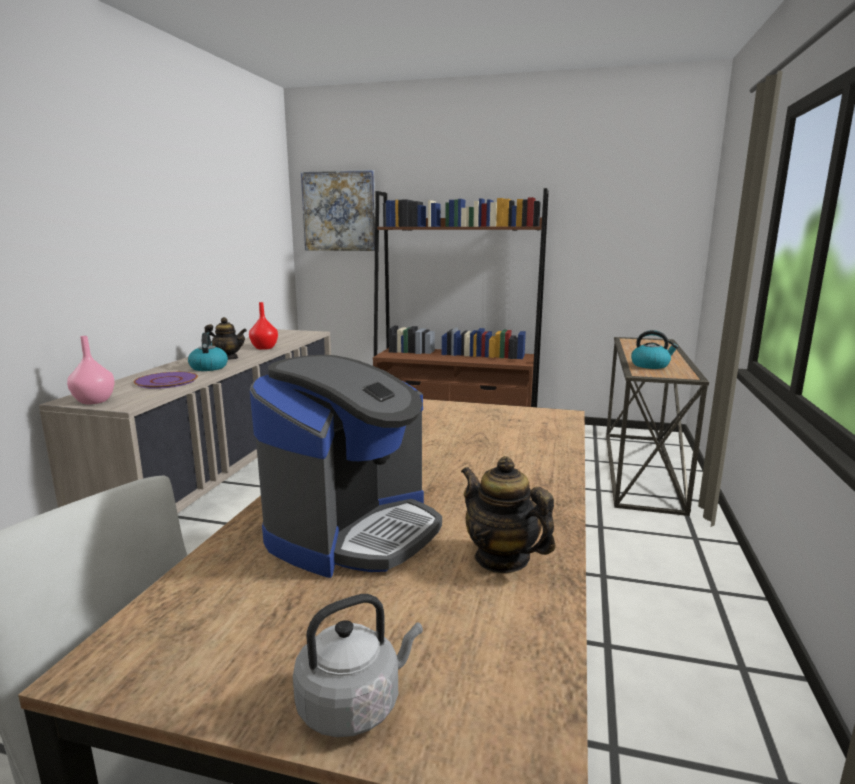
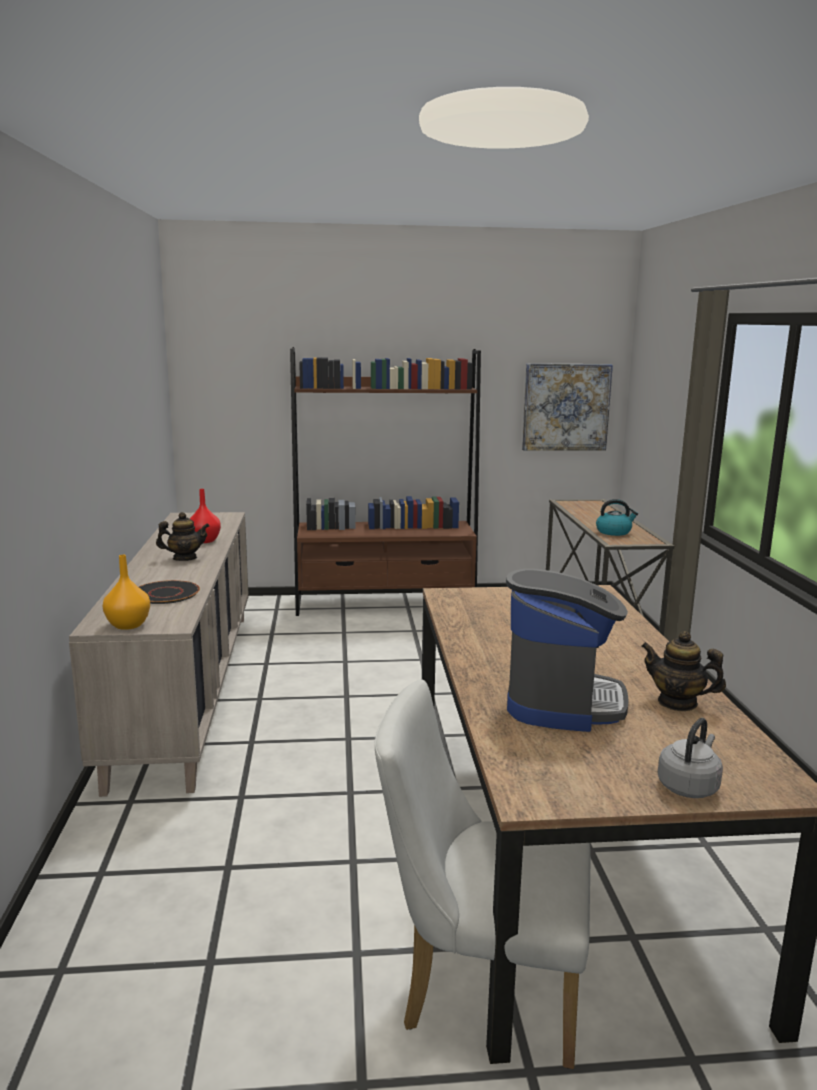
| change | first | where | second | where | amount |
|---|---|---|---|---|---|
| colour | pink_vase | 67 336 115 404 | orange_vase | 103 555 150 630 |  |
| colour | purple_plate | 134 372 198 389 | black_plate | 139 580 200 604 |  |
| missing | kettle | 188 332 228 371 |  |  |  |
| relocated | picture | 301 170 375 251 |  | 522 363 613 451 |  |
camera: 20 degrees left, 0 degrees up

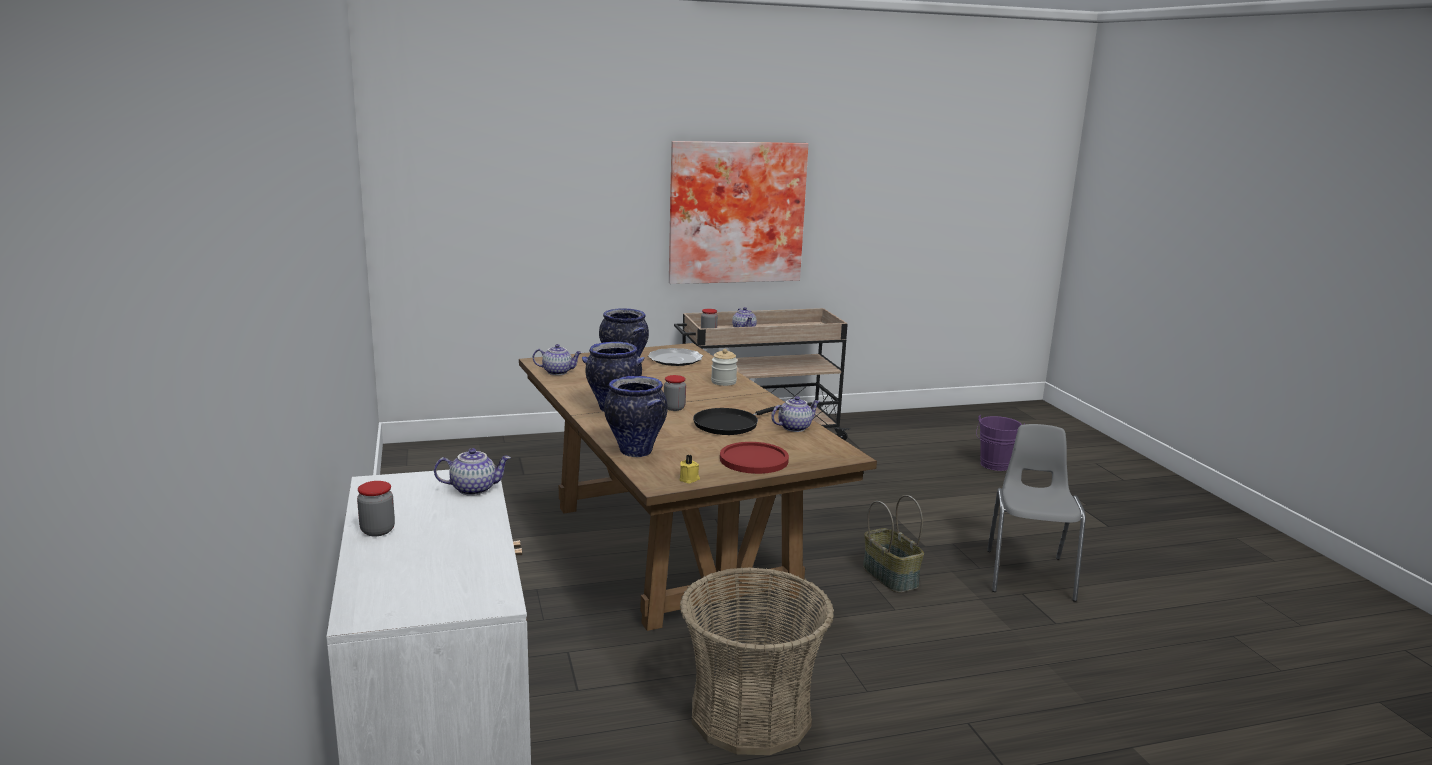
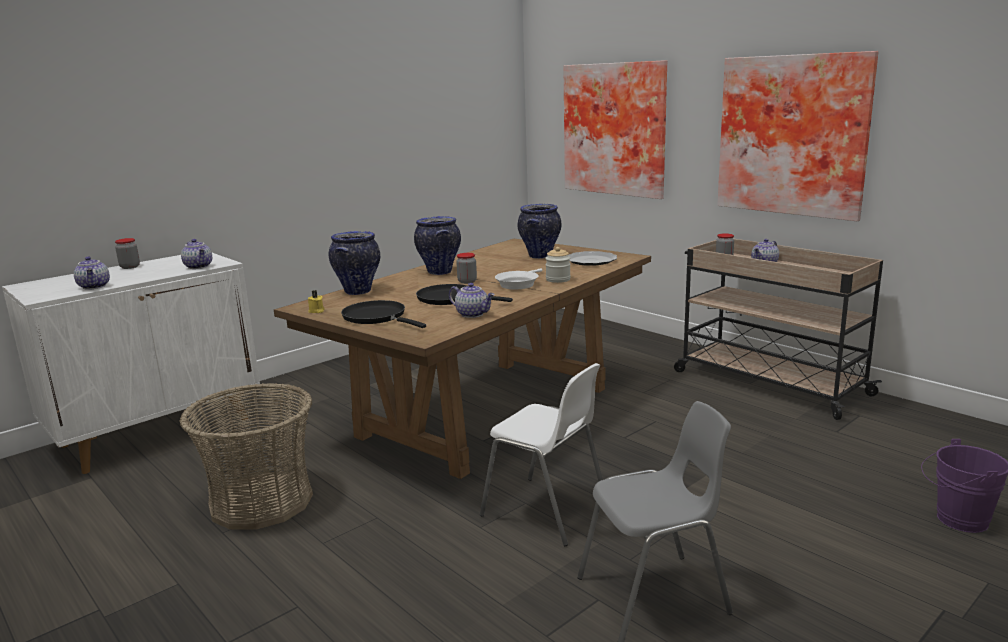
| change | first | where | second | where | amount |
|---|---|---|---|---|---|
| relocated | teapot | 533 344 582 375 |  | 74 256 110 290 |  |
| exchanged | red_plate | 720 442 789 474 | black_frying_pan | 341 300 426 328 |  |
| exchanged | basket | 863 495 924 593 | white_chair | 480 363 603 546 |  |
| appeared |  |  | white_frying_pan | 495 268 543 289 |  |
| appeared |  |  | picture | 563 60 667 199 |  |
camera: 65 degrees right, 0 degrees up

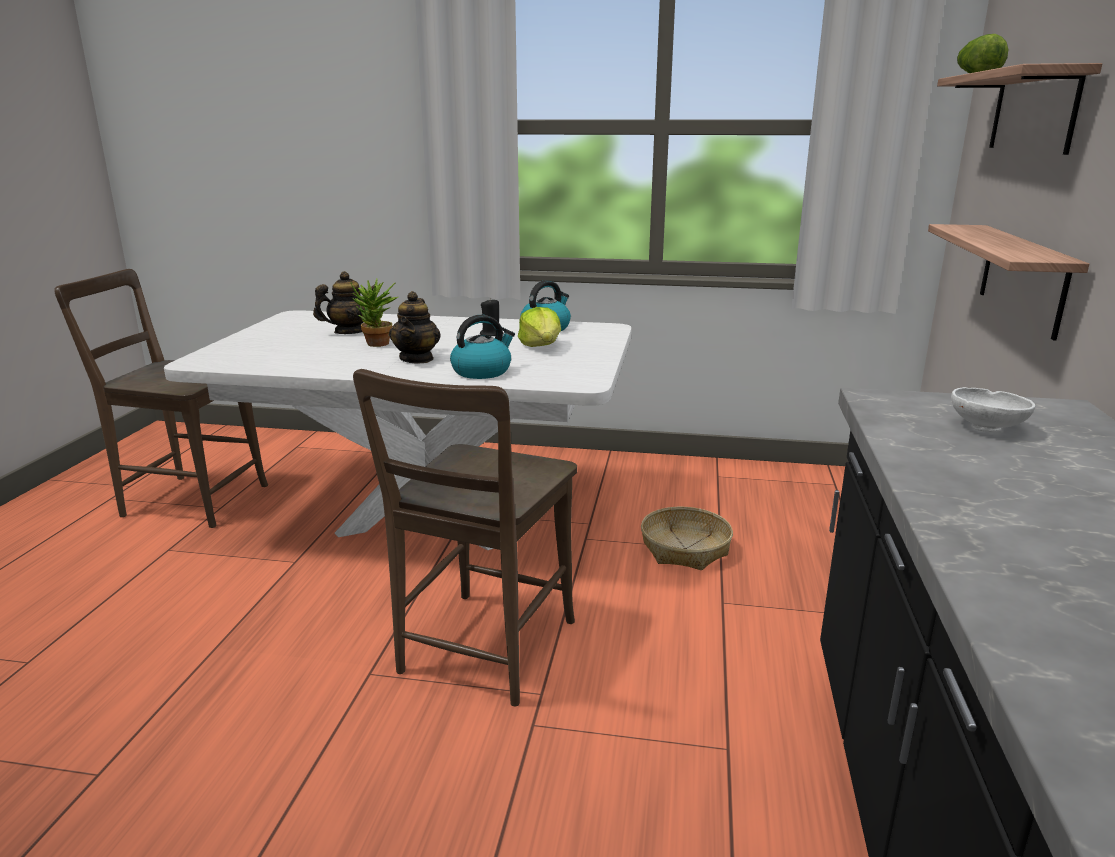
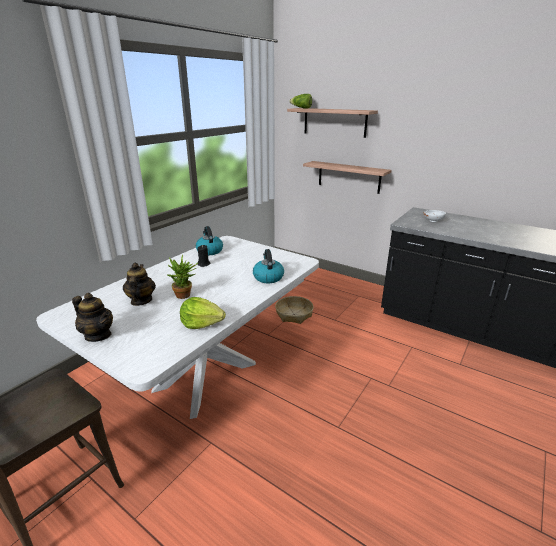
| change | first | where | second | where | amount |
|---|---|---|---|---|---|
| missing | brown_chair | 353 369 577 706 |  |  |  |
| relocated | teapot | 389 291 441 364 |  | 72 293 113 342 |  |
| relocated | lettuce | 518 307 561 347 |  | 180 297 226 329 |  |
camera: 65 degrees left, 5 degrees up

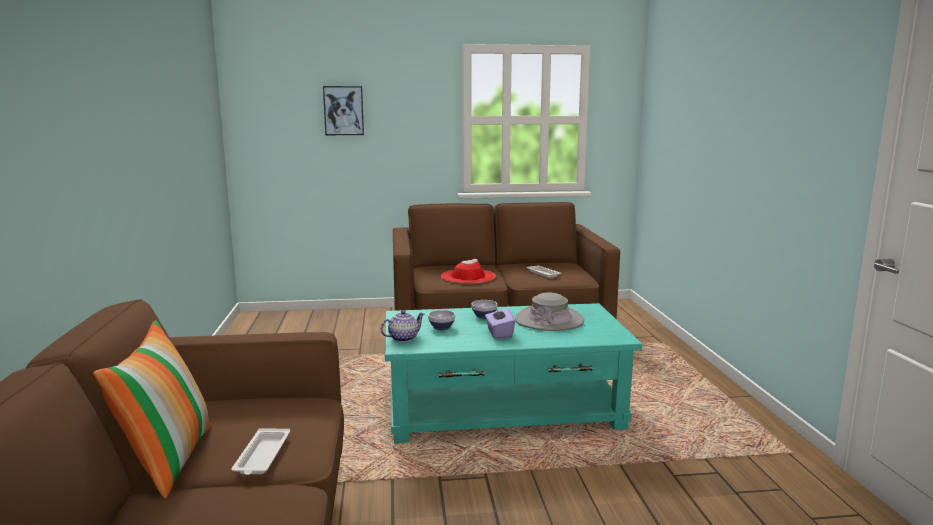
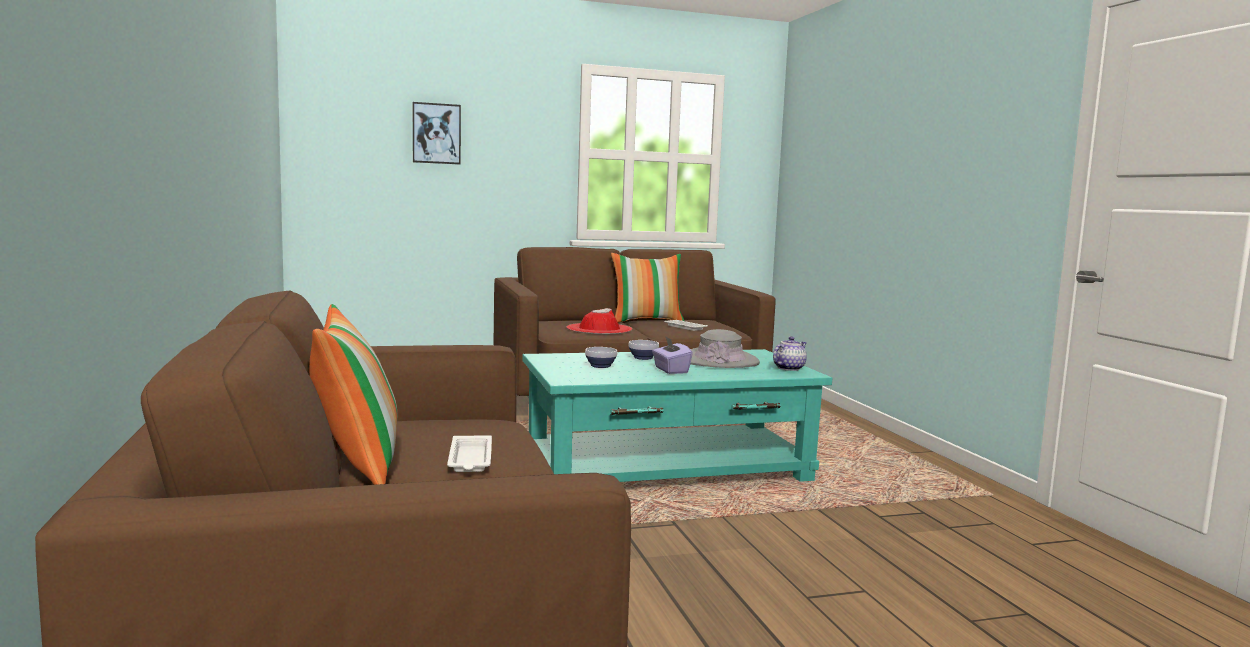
| change | first | where | second | where | amount |
|---|---|---|---|---|---|
| relocated | teapot | 381 310 425 342 |  | 773 336 807 371 |  |
| appeared |  |  | pillow | 611 253 684 322 |  |
camera: 10 degrees left, 5 degrees down

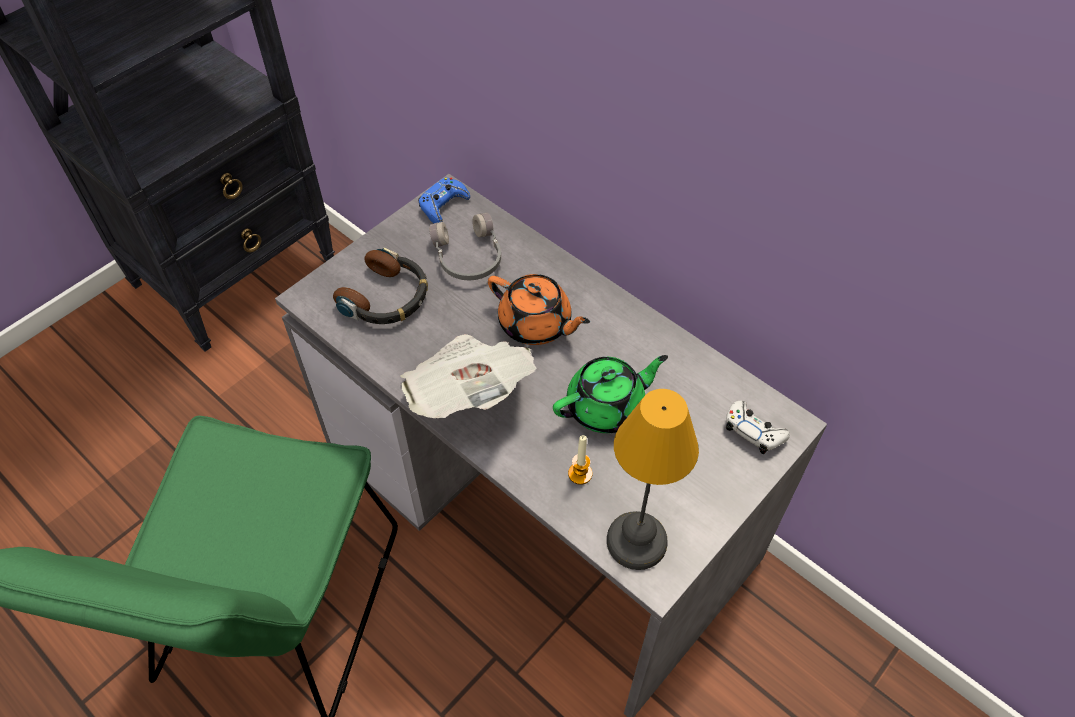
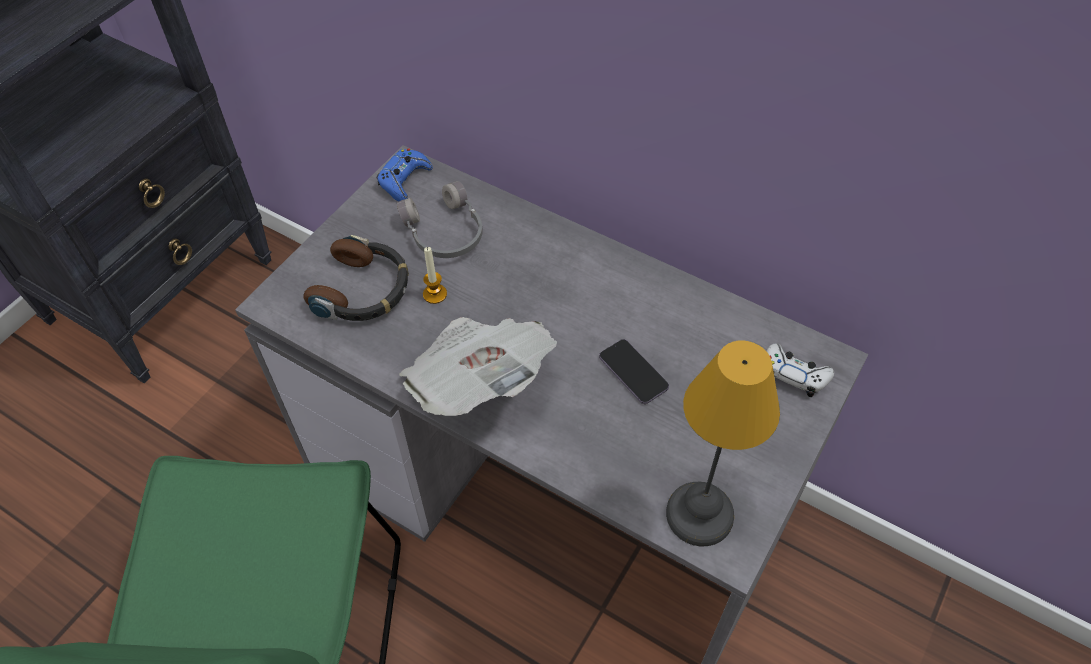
| change | first | where | second | where | amount |
|---|---|---|---|---|---|
| missing | orange_teapot | 488 274 590 345 |  |  |  |
| exchanged | green_teapot | 553 355 668 433 | phone | 599 339 669 404 |  |
| relocated | candle | 568 435 592 485 |  | 423 247 447 304 |  |
camera: 10 degrees left, 0 degrees up

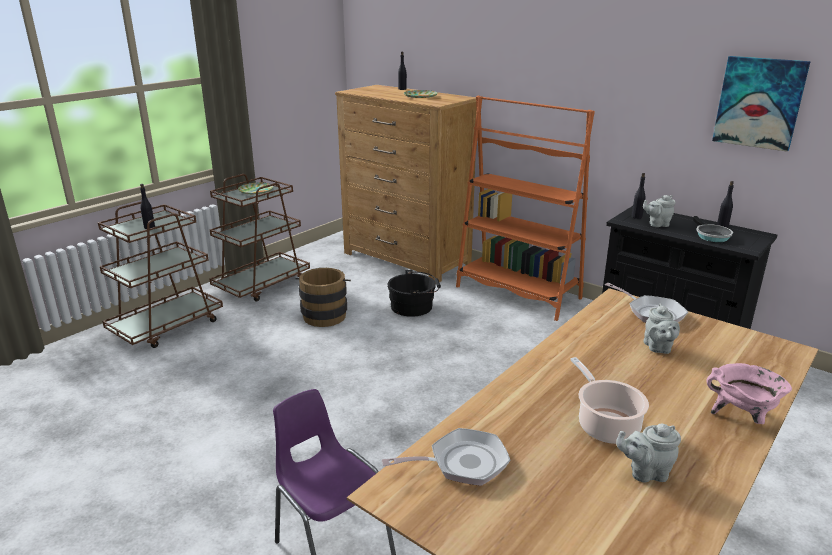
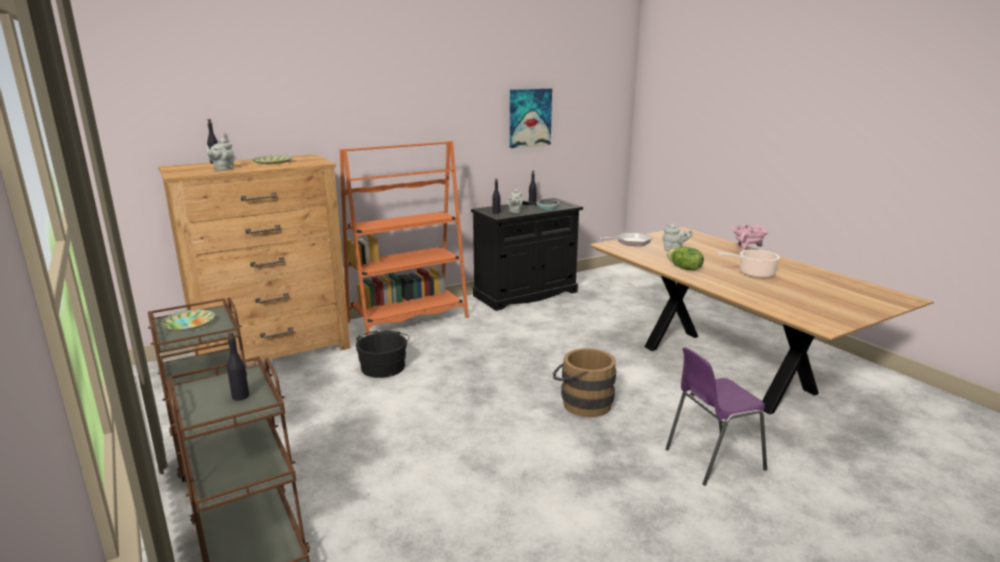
| change | first | where | second | where | amount |
|---|---|---|---|---|---|
| relocated | brown_bucket | 296 268 351 327 |  | 553 348 616 417 |  |
| missing | frying_pan | 382 428 511 486 |  |  |  |
| relocated | grey_teapot | 616 424 681 482 |  | 206 138 234 171 |  |
| appeared |  |  | lettuce | 667 246 704 270 |  |
camera: 70 degrees left, 5 degrees down

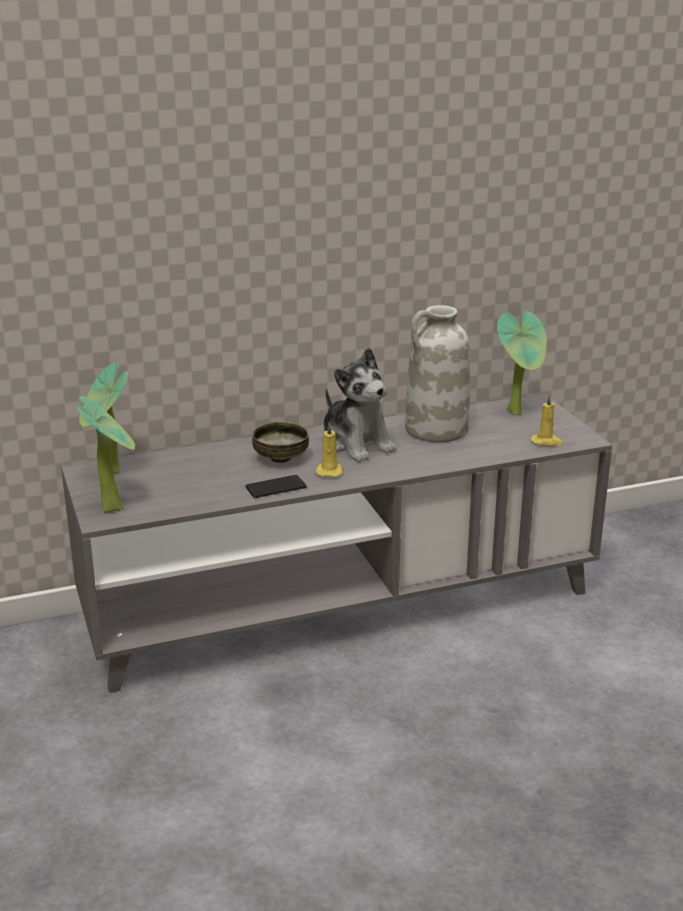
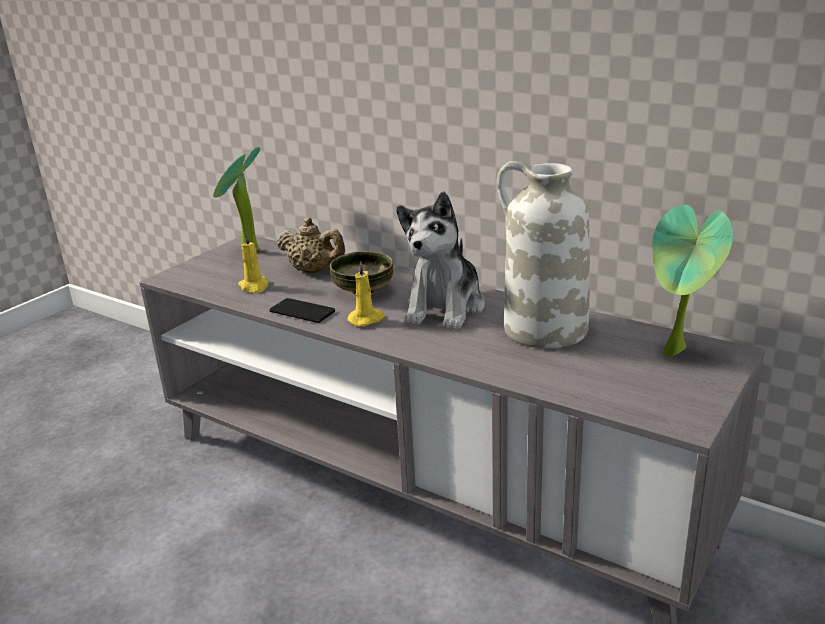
| change | first | where | second | where | amount |
|---|---|---|---|---|---|
| missing | potted_plant | 78 396 135 512 |  |  |  |
| relocated | yellow_candle | 531 394 563 446 |  | 238 232 268 293 |  |
| appeared |  |  | beige_teapot | 276 217 345 273 |  |
camera: 55 degrees right, 0 degrees up

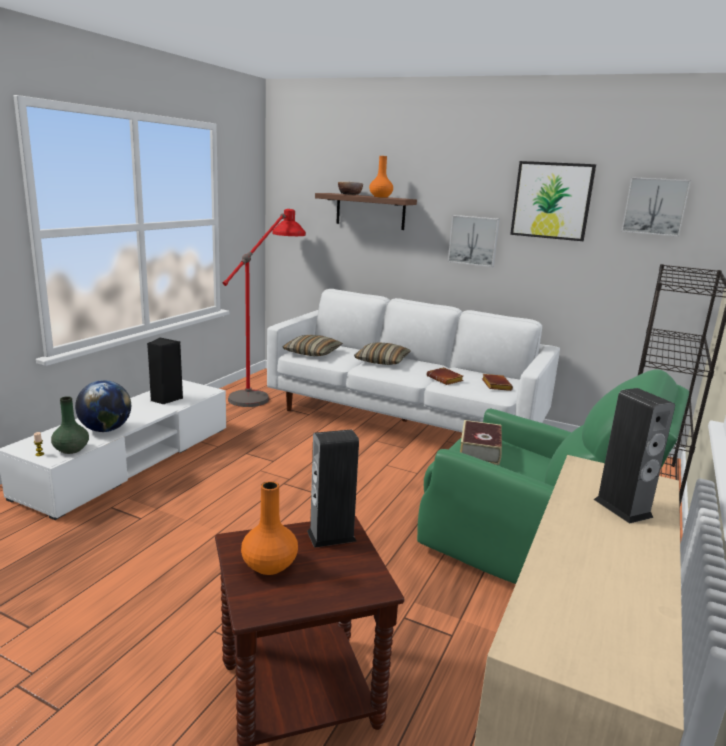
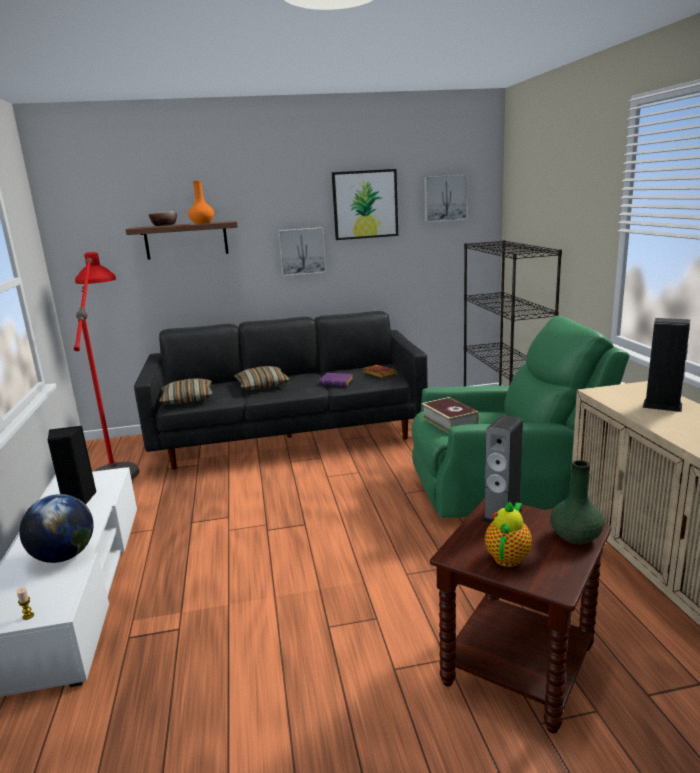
| change | first | where | second | where | amount |
|---|---|---|---|---|---|
| relocated | green_vase | 51 396 89 454 |  | 550 460 604 545 |  |
| exchanged | orange_vase | 241 481 298 575 | teapot | 485 501 532 567 |  |
| colour | white_sofa | 267 289 560 432 | black_sofa | 134 311 428 470 |  |
| colour | brown_book | 427 367 463 385 | purple_book | 319 373 353 386 |  |
camera: 35 degrees left, 0 degrees up

